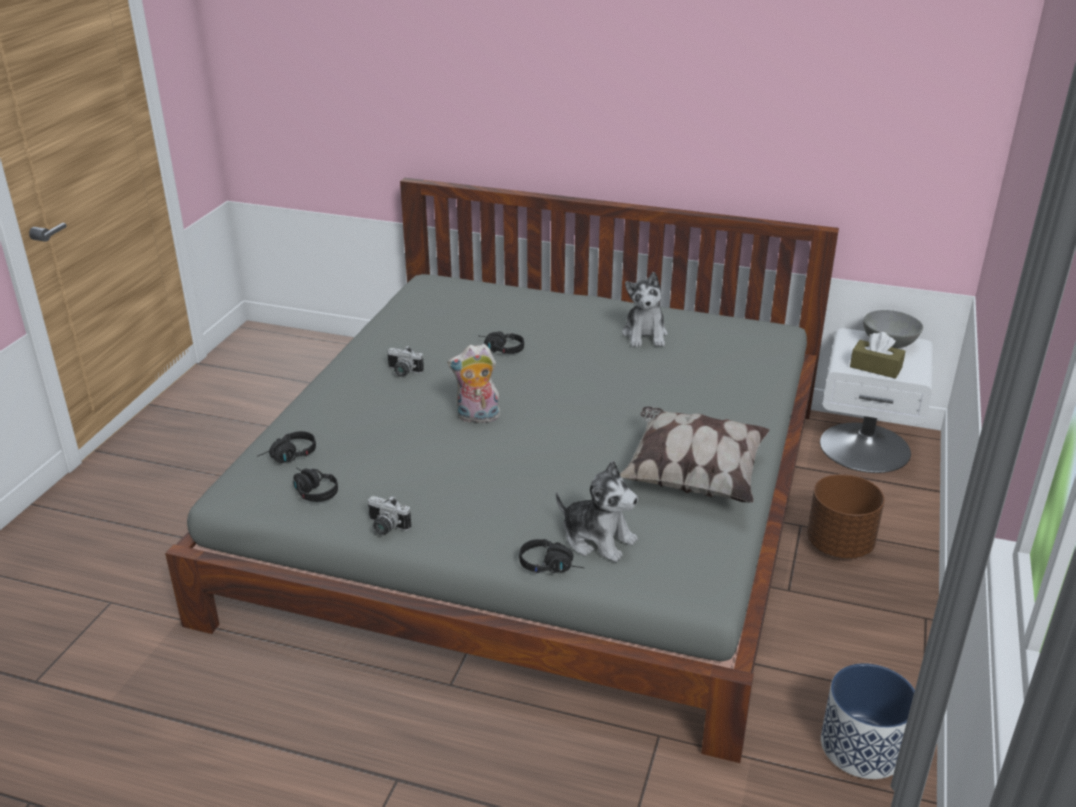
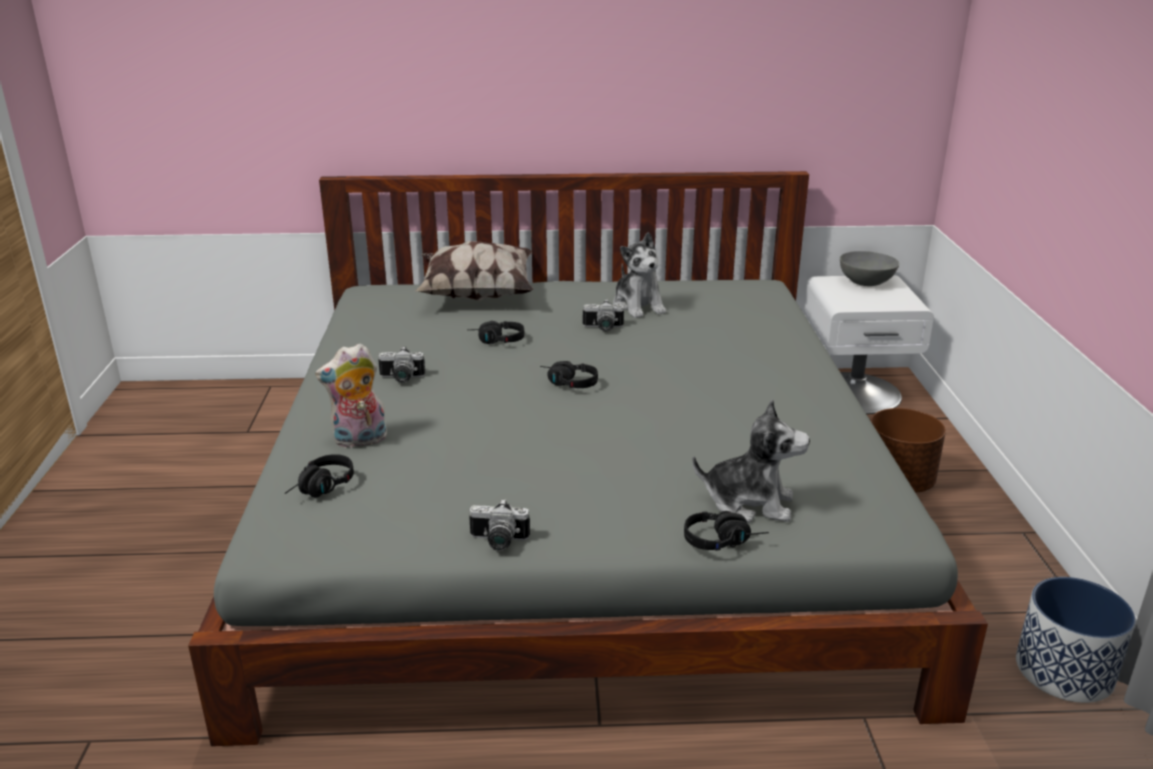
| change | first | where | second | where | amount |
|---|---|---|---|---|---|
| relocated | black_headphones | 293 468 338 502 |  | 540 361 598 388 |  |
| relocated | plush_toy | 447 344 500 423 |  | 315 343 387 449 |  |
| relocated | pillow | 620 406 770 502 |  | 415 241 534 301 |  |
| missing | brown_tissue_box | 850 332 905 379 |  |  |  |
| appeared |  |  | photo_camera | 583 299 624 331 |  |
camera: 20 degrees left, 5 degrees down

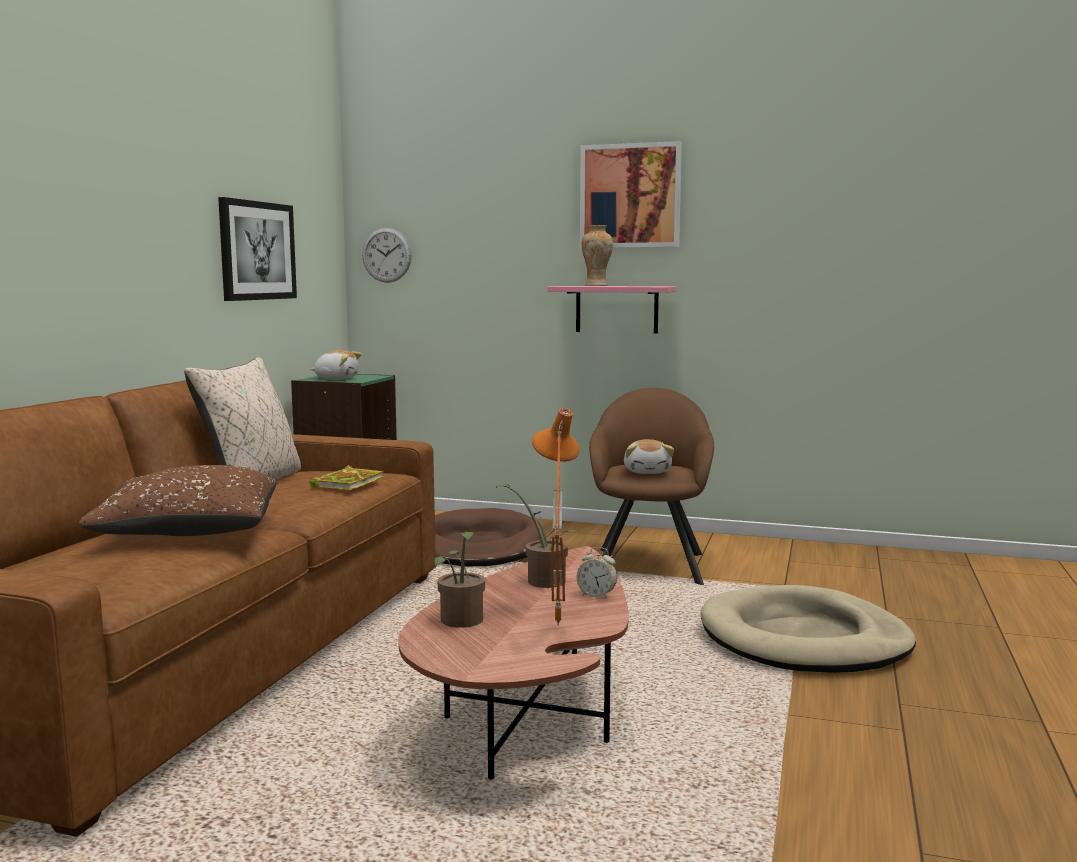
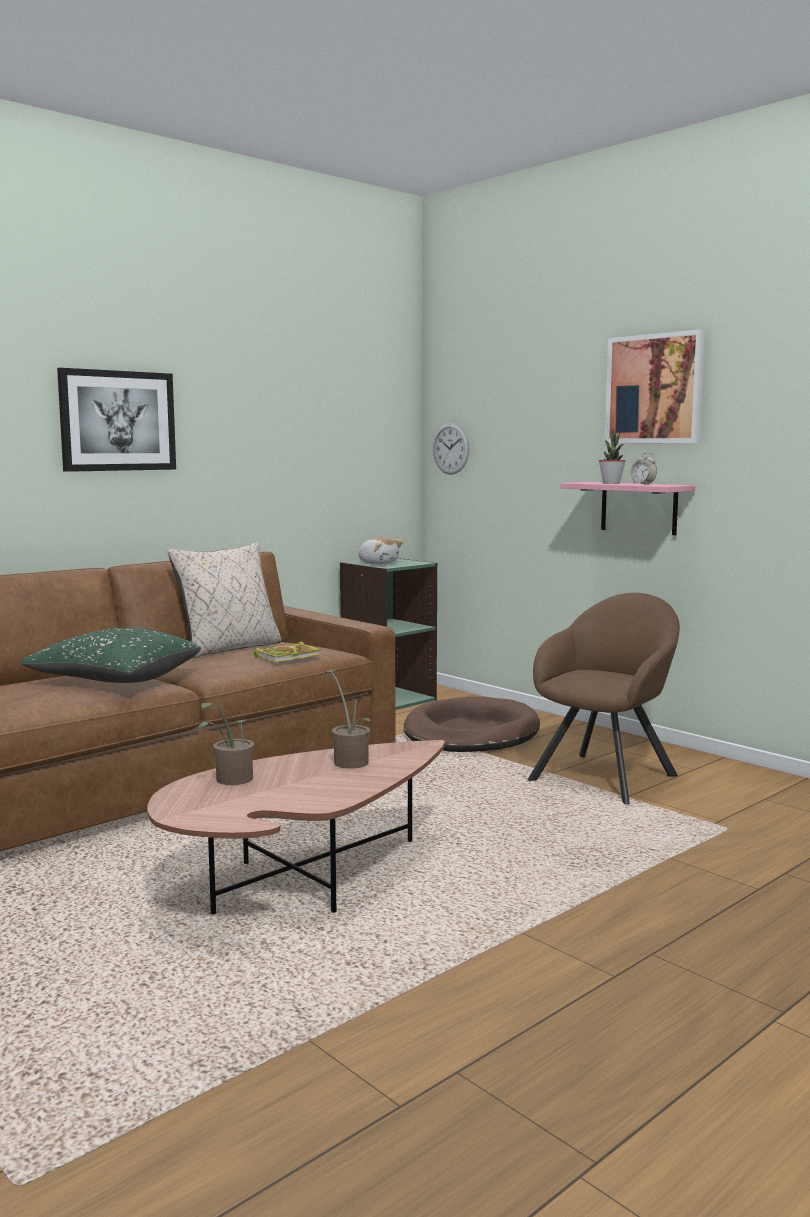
| change | first | where | second | where | amount |
|---|---|---|---|---|---|
| colour | brown_pillow | 78 465 277 536 | green_pillow | 20 628 201 683 |  |
| relocated | picture | 218 197 297 301 |  | 57 368 176 472 |  |
| missing | orange_table_lamp | 532 408 580 627 |  |  |  |
| relocated | alarm_clock | 577 547 617 599 |  | 630 452 657 485 |  |
| exchanged | vase | 582 225 613 286 | potted_plant | 599 431 626 484 |  |
| missing | plush_toy | 624 439 674 474 |  |  |  |
| missing | beige_dog_bed | 700 585 916 673 |  |  |  |
camera: 30 degrees right, 0 degrees up

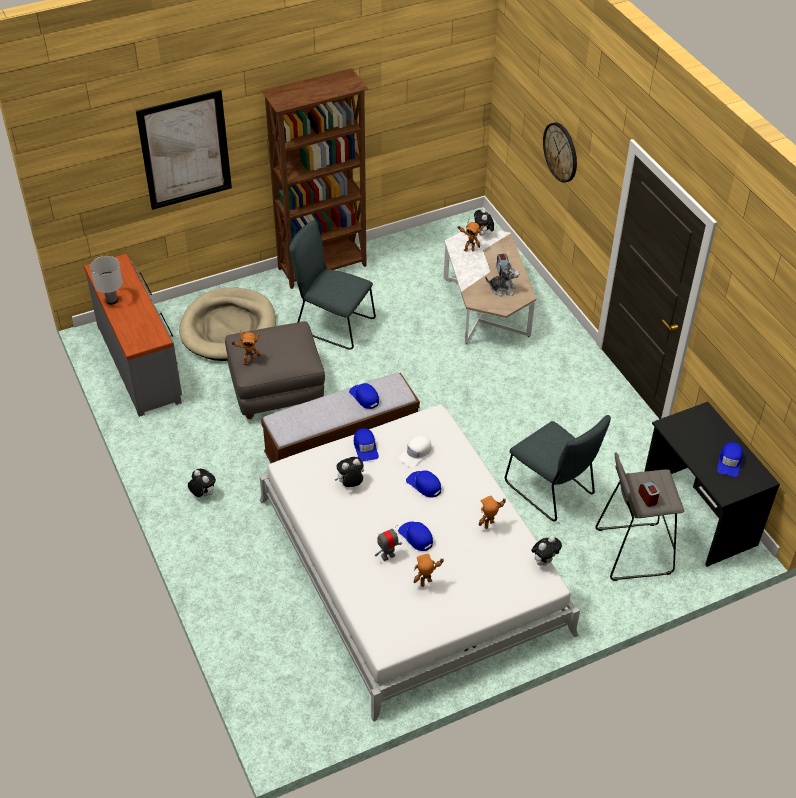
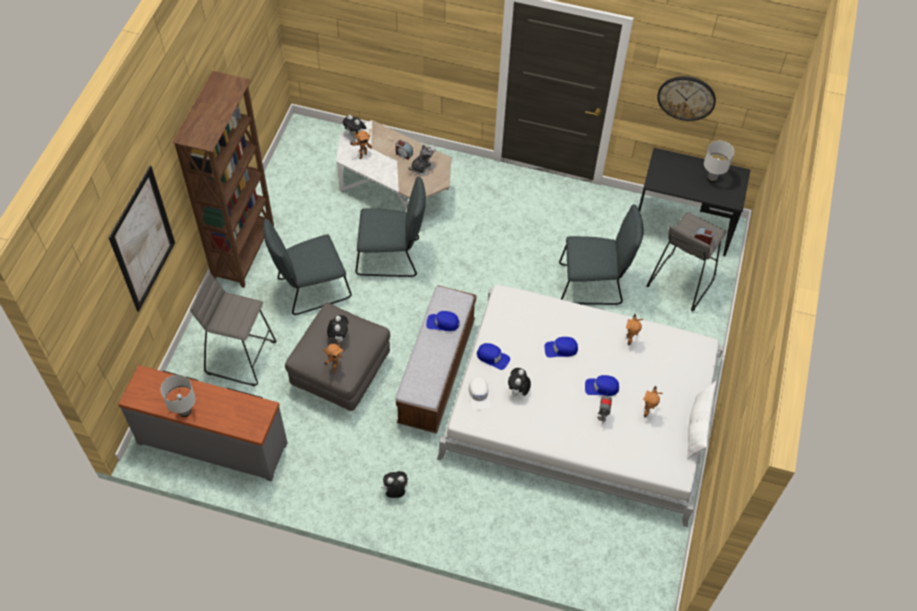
| change | first | where | second | where | amount |
|---|---|---|---|---|---|
| exchanged | beige_dog_bed | 179 287 276 361 | grey_stool | 190 272 277 386 |  |
| relocated | white_cap | 399 435 432 467 |  | 468 377 491 410 |  |
| relocated | plush_toy | 532 536 562 566 |  | 327 315 348 342 |  |
| relocated | wall_clock | 543 122 577 183 |  | 657 76 716 121 |  |
| exchanged | blue_cap | 717 442 743 477 | white_table_lamp | 704 141 734 182 |  |
| appeared |  |  | grey_chair | 355 176 426 277 |  |
| appeared |  |  | white_pillow | 687 381 717 460 |  |
camera: 50 degrees left, 10 degrees up

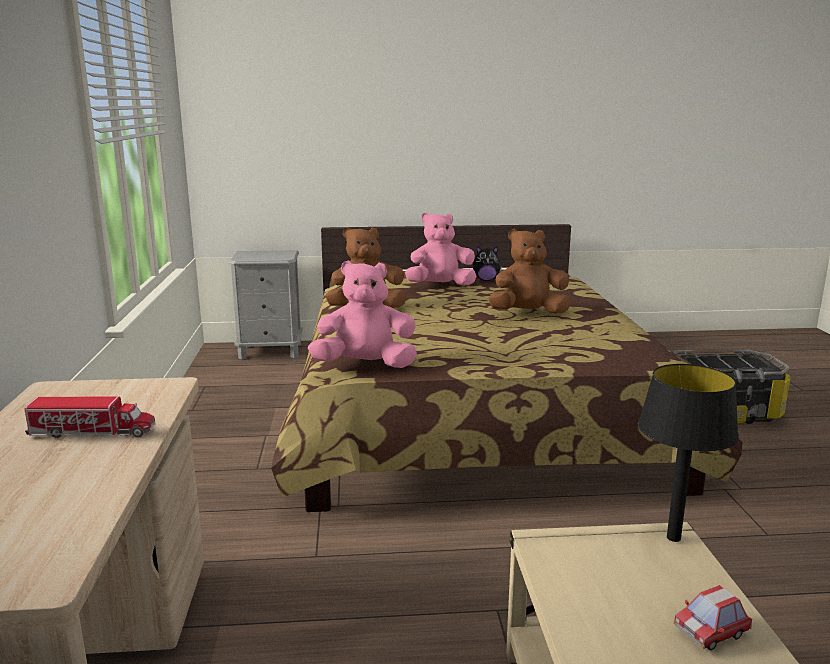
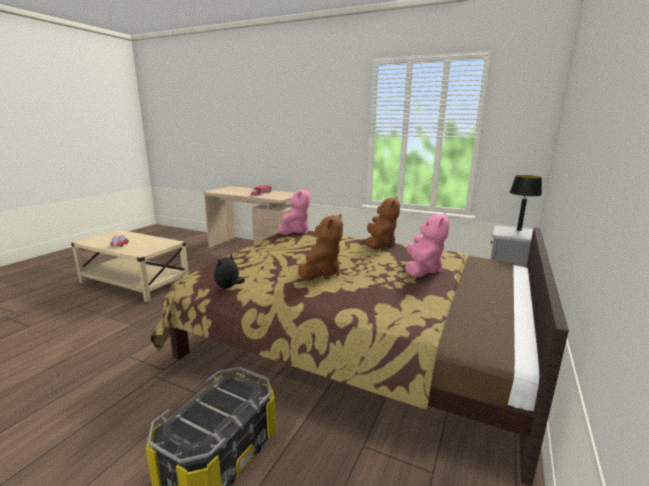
| change | first | where | second | where | amount |
|---|---|---|---|---|---|
| relocated | plush_toy | 473 246 502 281 |  | 214 253 245 288 |  |
| relocated | black_table_lamp | 638 364 739 542 |  | 510 175 542 231 |  |
camera: 120 degrees right, 0 degrees up

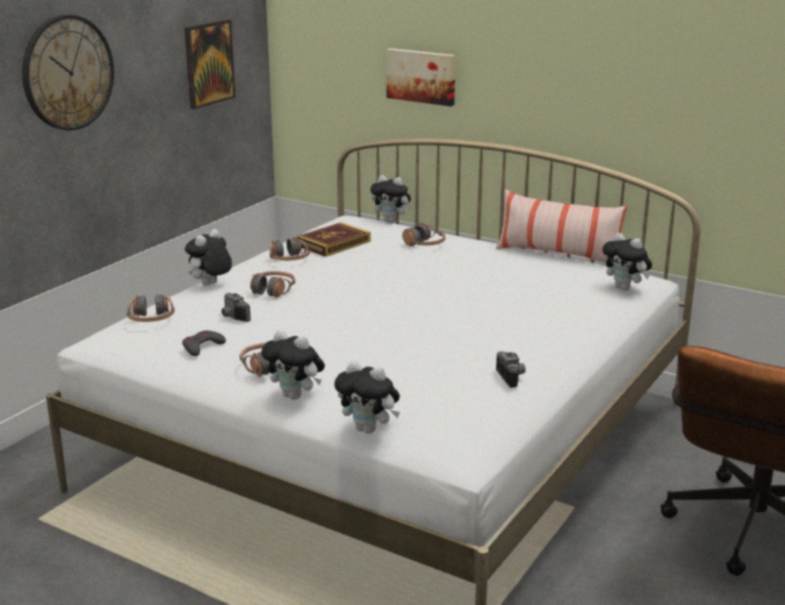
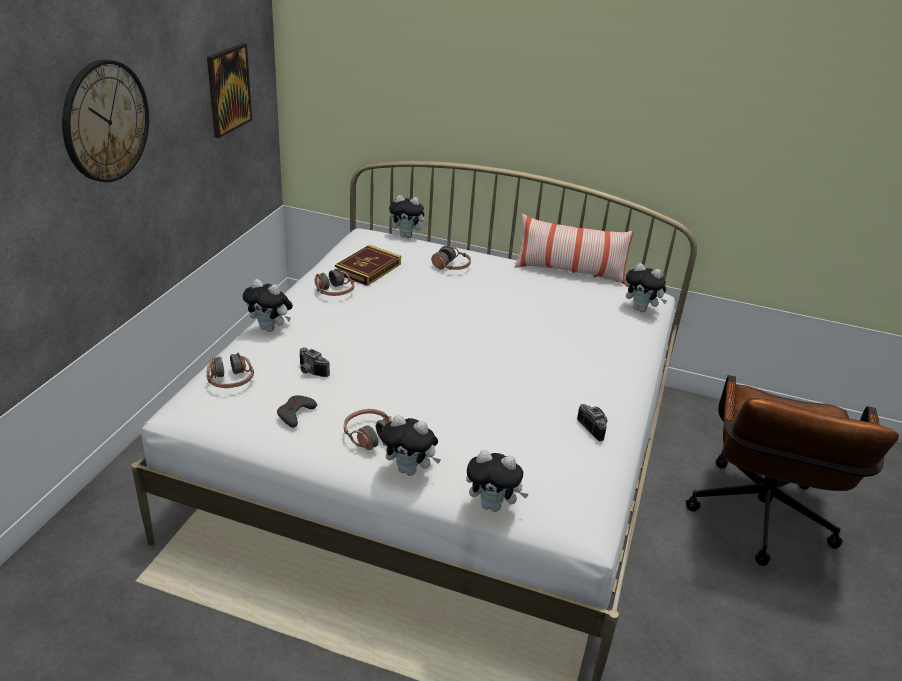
| change | first | where | second | where | amount |
|---|---|---|---|---|---|
| spun | plush_toy | 185 229 232 285 |  | 243 279 293 332 | 90 degrees counterclockwise |
| missing | headphones | 250 271 295 297 |  |  |  |
| missing | picture | 387 48 456 106 |  |  |  |
camera: 15 degrees left, 10 degrees up

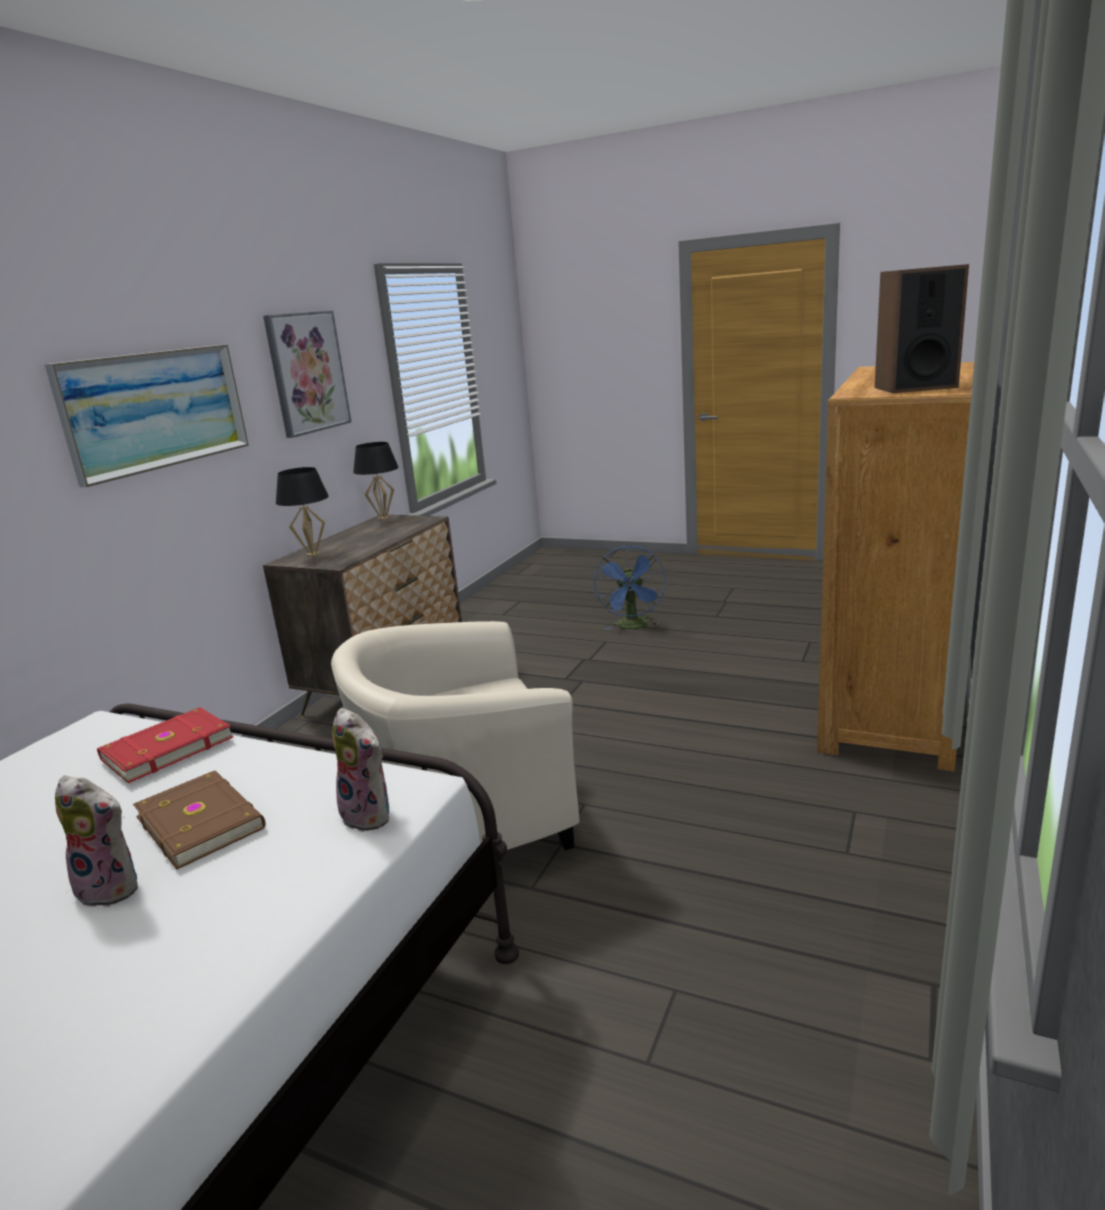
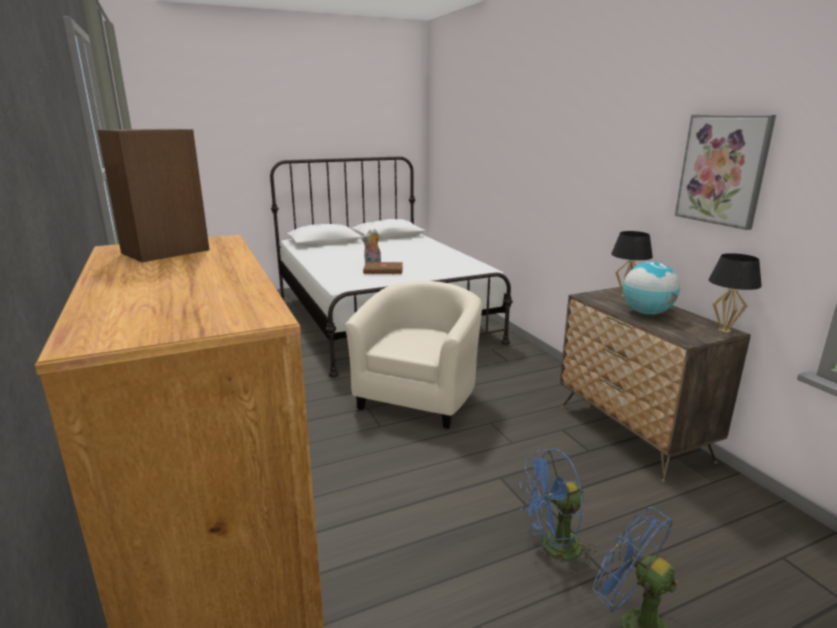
| change | first | where | second | where | amount |
|---|---|---|---|---|---|
| missing | picture | 45 344 249 487 |  |  |  |
| missing | red_book | 97 707 233 783 |  |  |  |
| missing | plush_toy | 333 708 391 832 |  |  |  |
| appeared |  |  | blue_fan | 520 449 596 573 |  |
| appeared |  |  | globe | 623 262 680 315 |  |
camera: 130 degrees right, 0 degrees up

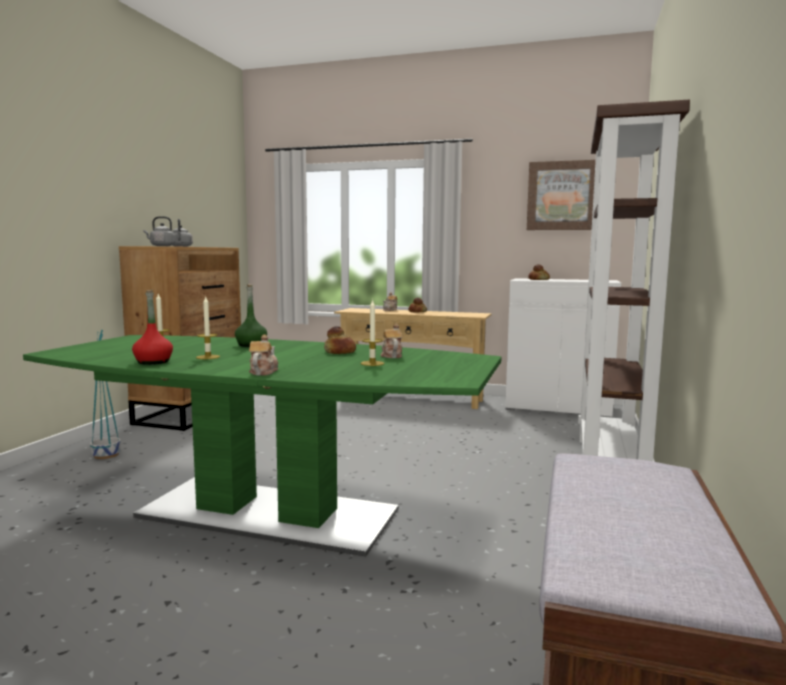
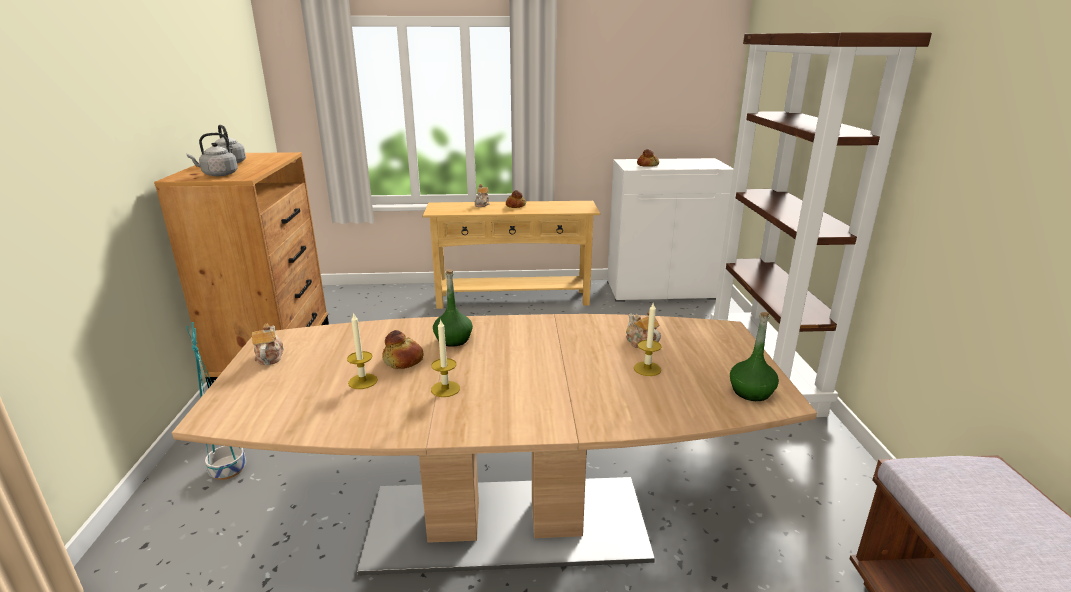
| change | first | where | second | where | amount |
|---|---|---|---|---|---|
| colour | green_dining_table | 23 335 501 556 | brown_dining_table | 172 314 817 575 |  |
| missing | red_bottle | 132 290 173 365 |  |  |  |
| relocated | teapot | 249 334 278 375 |  | 252 324 284 365 |  |
| relocated | bread | 324 326 356 354 |  | 382 330 423 369 |  |
| missing | picture | 527 160 596 230 |  |  |  |
| appeared |  |  | green_bottle | 730 312 779 401 |  |
camera: 20 degrees left, 15 degrees up

